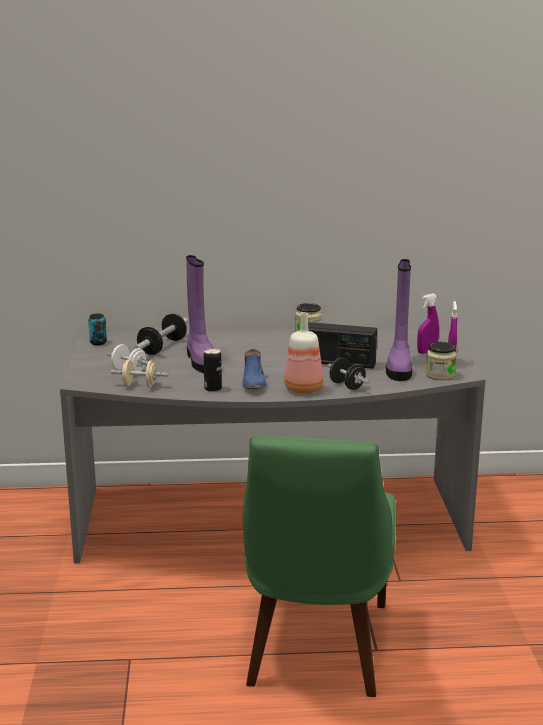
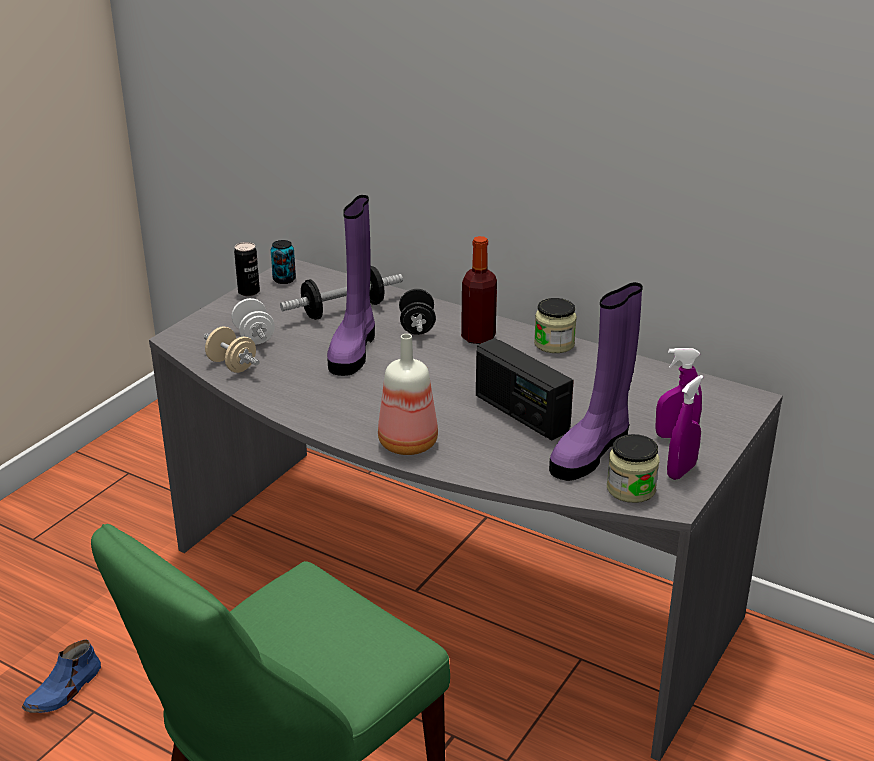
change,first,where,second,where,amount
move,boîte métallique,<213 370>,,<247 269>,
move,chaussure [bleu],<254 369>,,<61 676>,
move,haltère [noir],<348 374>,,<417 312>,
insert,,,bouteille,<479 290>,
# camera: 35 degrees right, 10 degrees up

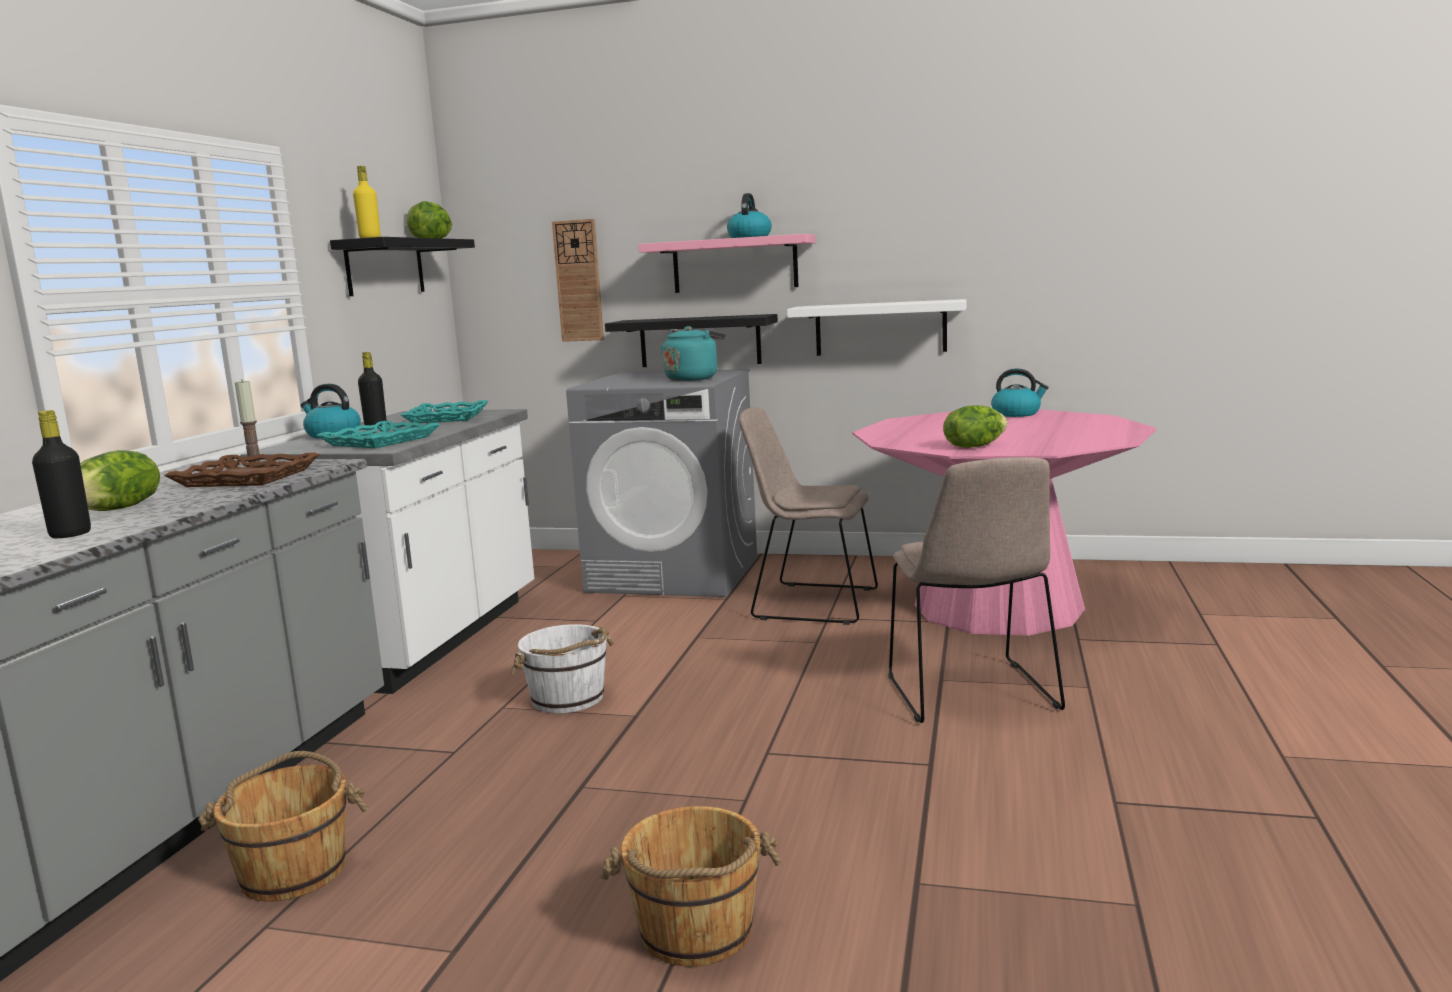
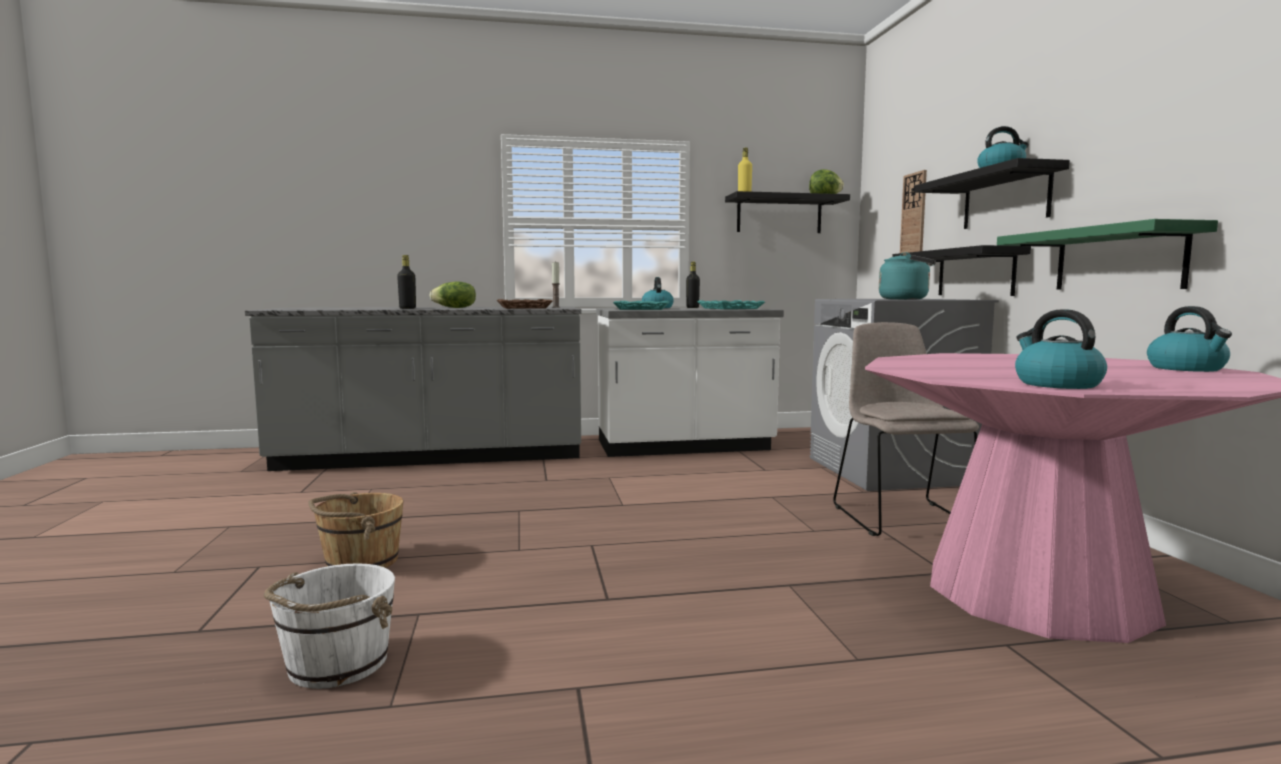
change,first,where,second,where,amount
recolor,étagère [rose],<727 263>,étagère [noir],<992 193>,
recolor,étagère [blanc],<877 327>,étagère [vert],<1107 254>,
delete,laitue,<975 426>,,,
delete,chaise [beige],<976 590>,,,
move,seau [blanc],<562 668>,,<329 626>,
delete,seau [marron],<283 826>,,,
insert,,,bouilloire,<1061 349>,
# camera: 65 degrees right, 5 degrees down

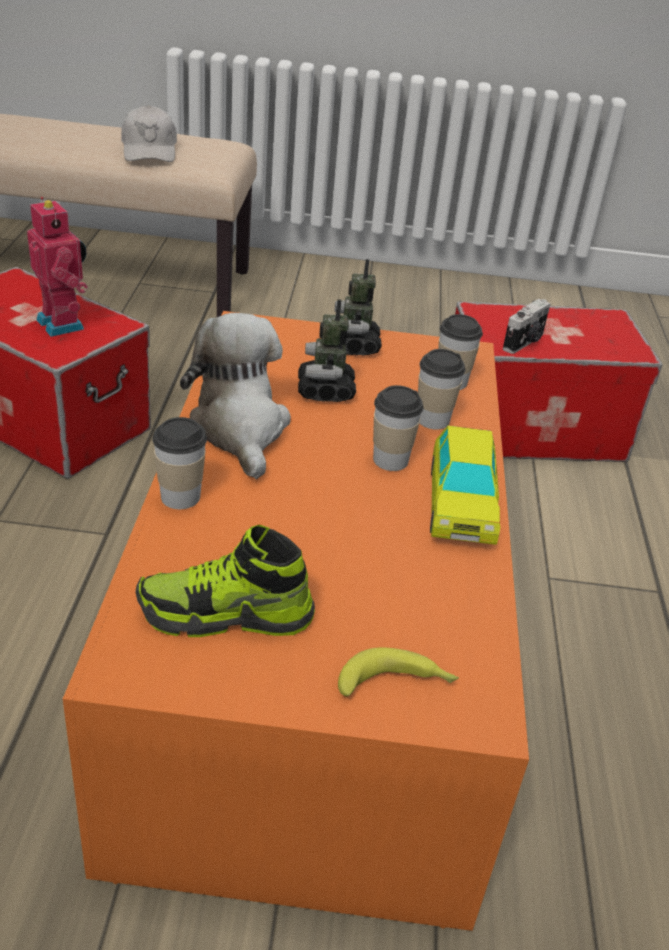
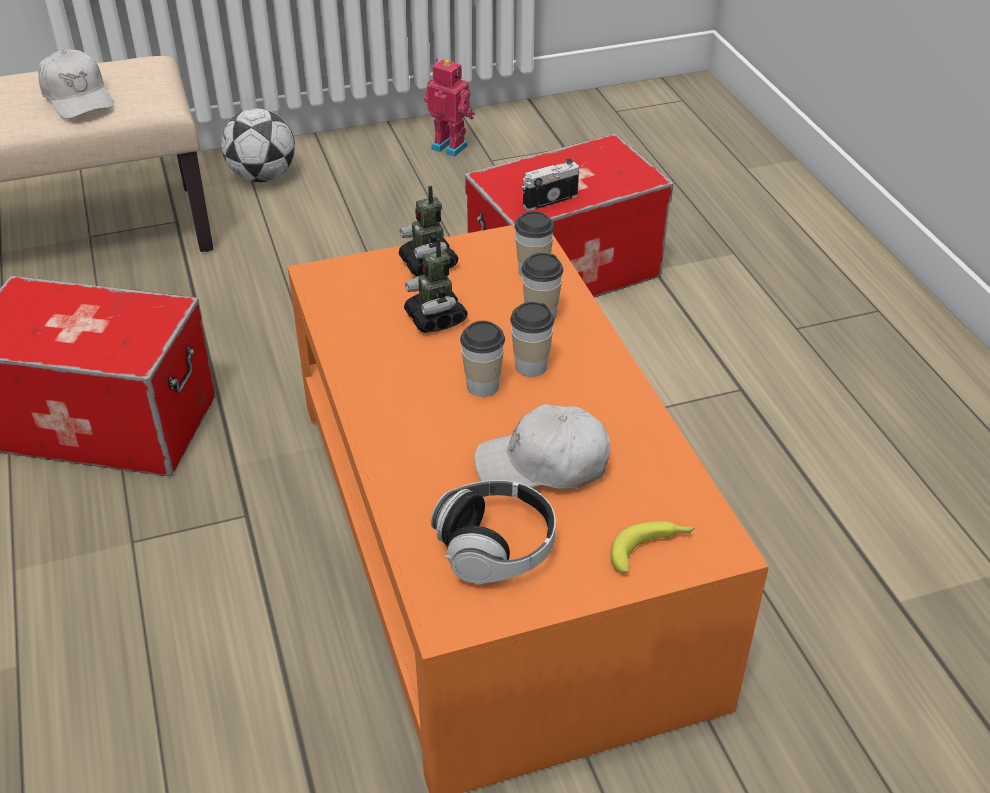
change,first,where,second,where,amount
move,robot jouet,<57 267>,,<449 108>,
rotate,appareil photo,<527 326>,,<550 184>,135 degrees counterclockwise
delete,peluche,<235 396>,,,
move,tasse,<179 463>,,<482 359>,
delete,petite voiture,<465 485>,,,
replace,chaussure,<225 581>,casque audio,<493 532>,
insert,,,ballon de foot,<258 145>,
insert,,,casquette [blanc],<542 446>,
# camera: 20 degrees left, 5 degrees up

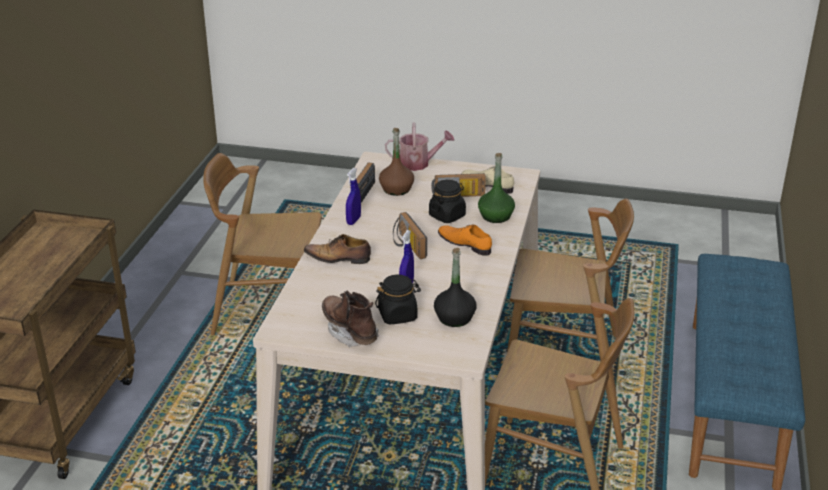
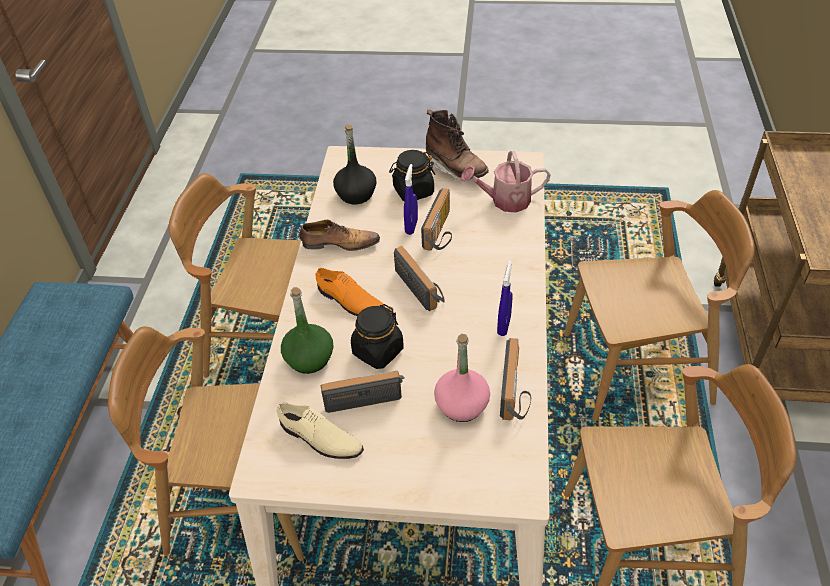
change,first,where,second,where,amount
move,arrosoir,<420 146>,,<506 181>,
recolor,bouteille [marron],<396 162>,bouteille [rose],<462 378>,
move,chaussure,<337 249>,,<339 235>,
insert,,,radio,<436 219>,
insert,,,chaise [marron],<659 305>,
# camera: 175 degrees right, 15 degrees up

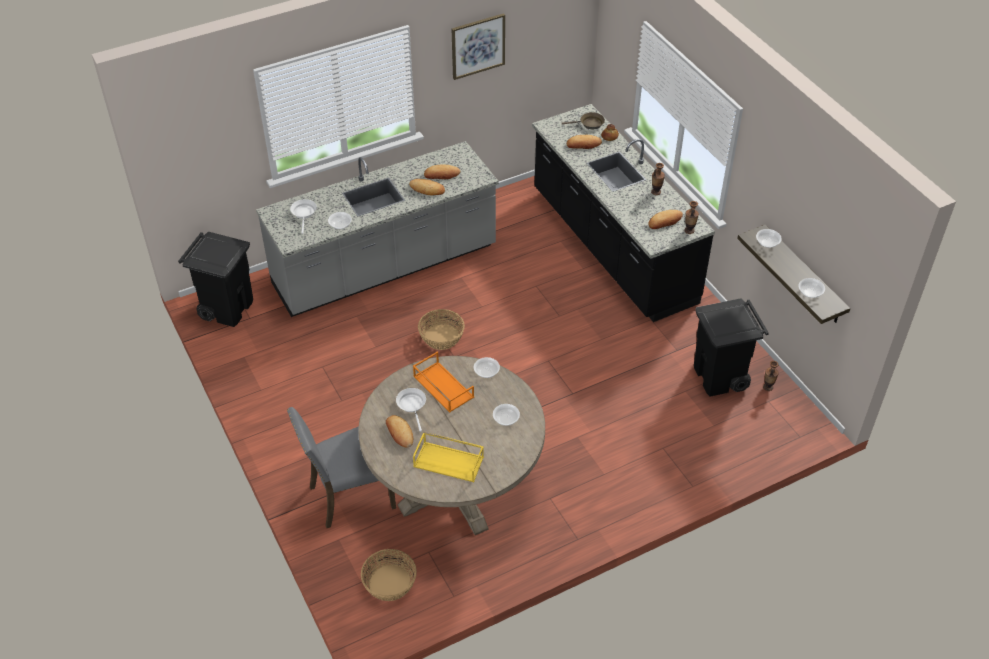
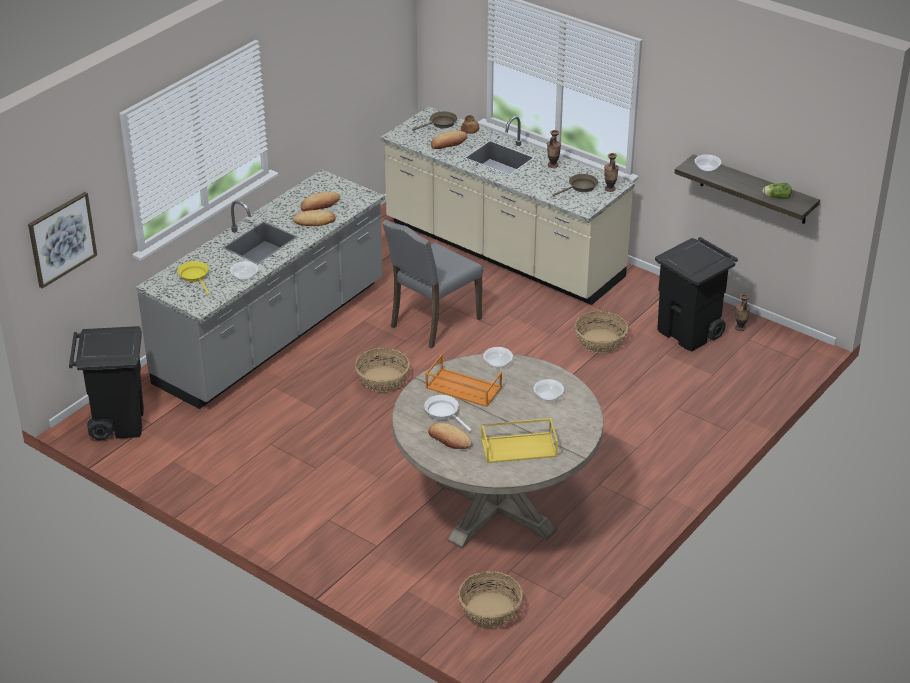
change,first,where,second,where,amount
move,tableau,<478 46>,,<62 240>,
recolor,comptoir de cuisine [noir],<623 213>,comptoir de cuisine [beige],<507 206>,
recolor,poêle [blanc],<303 216>,poêle [jaune],<193 278>,
replace,pain,<665 219>,poêle [marron],<575 185>,
replace,bol,<811 288>,laitue,<776 191>,
move,chaise [gris],<341 467>,,<432 284>,
insert,,,panier,<601 332>,
# camera: 25 degrees left, 10 degrees down

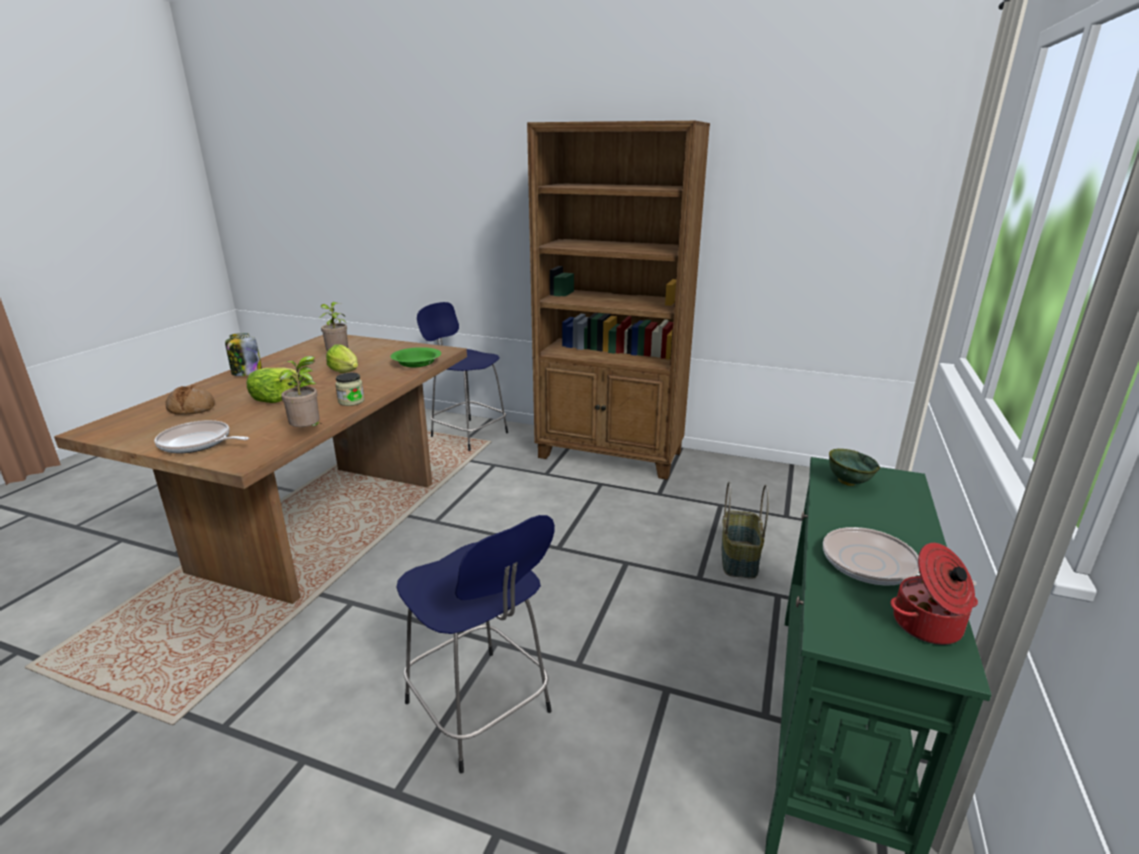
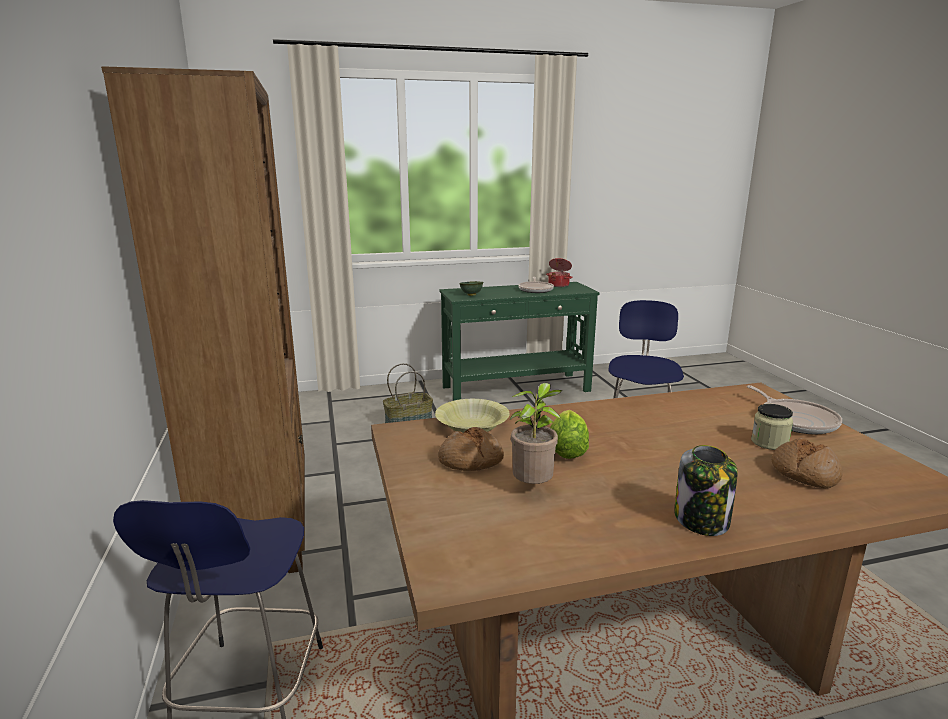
change,first,where,second,where,amount
recolor,bol [vert],<415 357>,bol [jaune],<472 416>,
delete,plante en pot,<301 391>,,,
delete,laitue,<273 385>,,,
move,bocal,<350 389>,,<772 427>,
insert,,,pain,<471 449>,
# camera: 125 degrees left, 5 degrees down

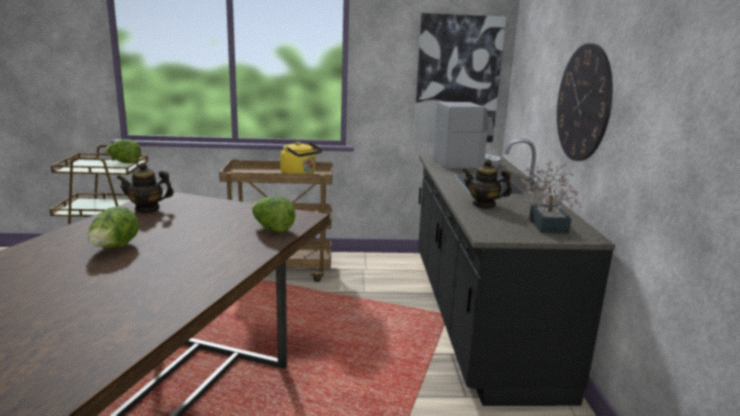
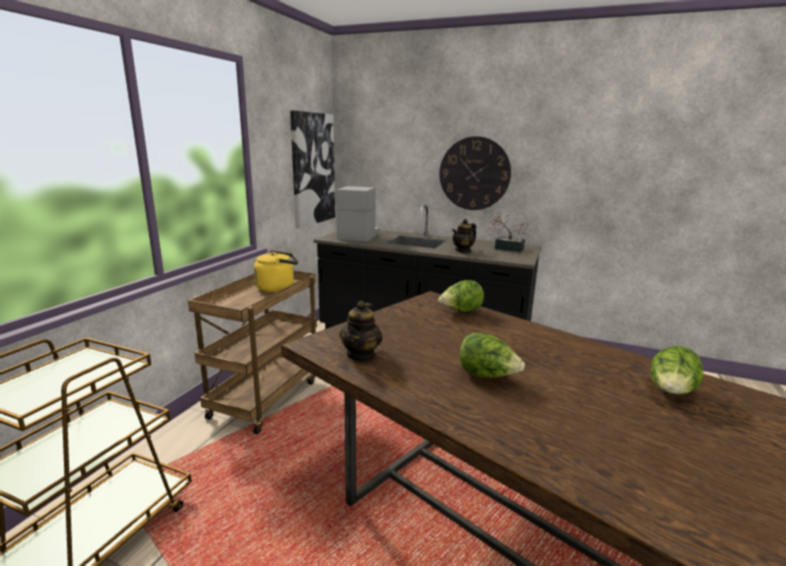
change,first,where,second,where,amount
move,laitue,<122 151>,,<676 370>,
# camera: 65 degrees left, 0 degrees up

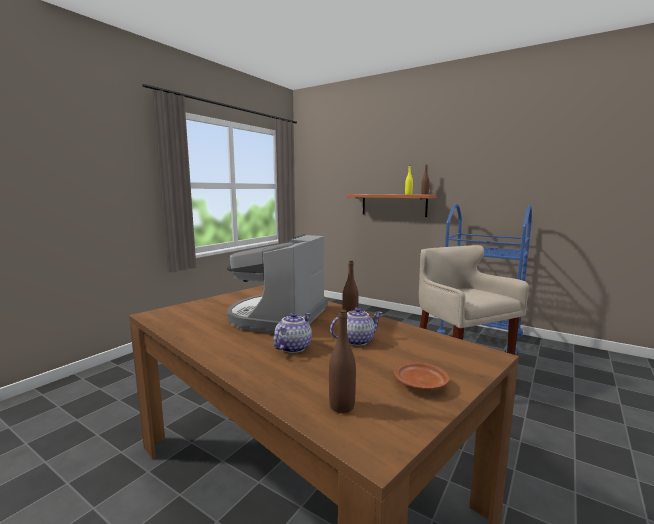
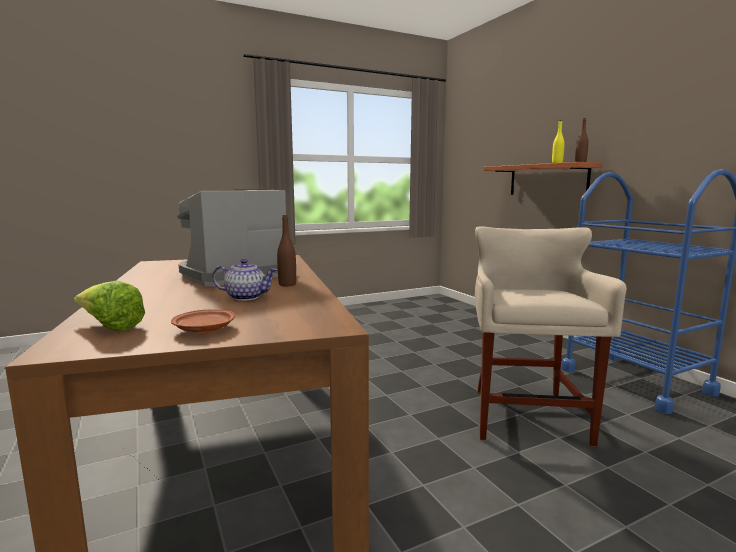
change,first,where,second,where,amount
replace,bouteille [marron],<342 361>,laitue,<109 305>,
delete,théière,<292 333>,,,
# camera: 30 degrees right, 0 degrees up

